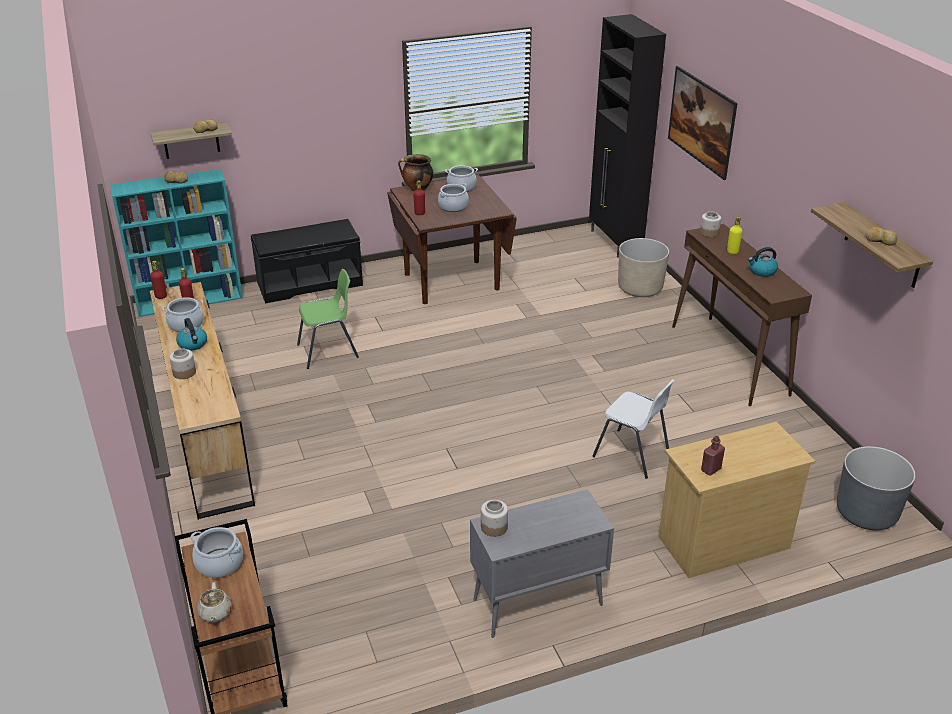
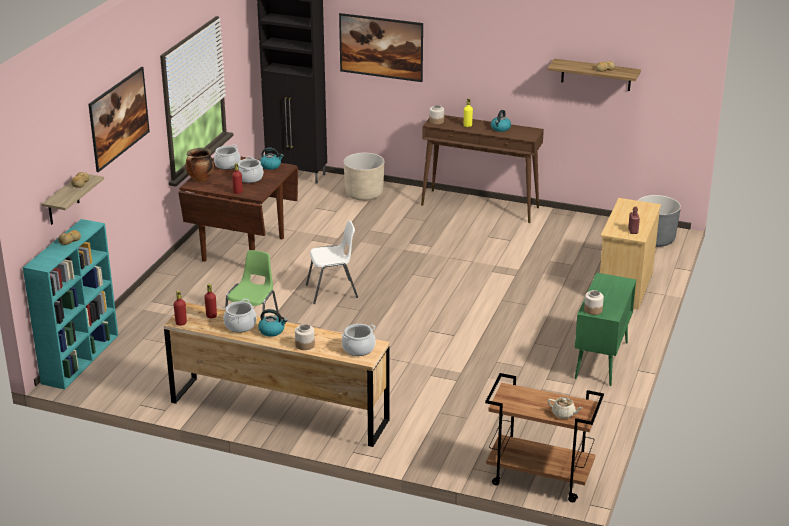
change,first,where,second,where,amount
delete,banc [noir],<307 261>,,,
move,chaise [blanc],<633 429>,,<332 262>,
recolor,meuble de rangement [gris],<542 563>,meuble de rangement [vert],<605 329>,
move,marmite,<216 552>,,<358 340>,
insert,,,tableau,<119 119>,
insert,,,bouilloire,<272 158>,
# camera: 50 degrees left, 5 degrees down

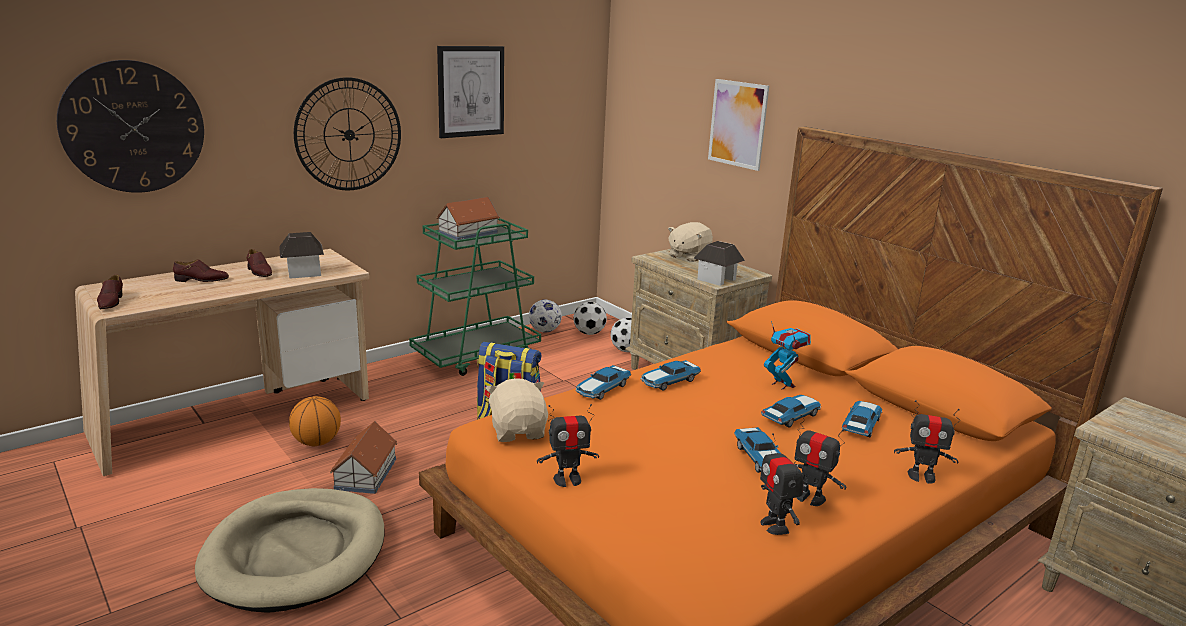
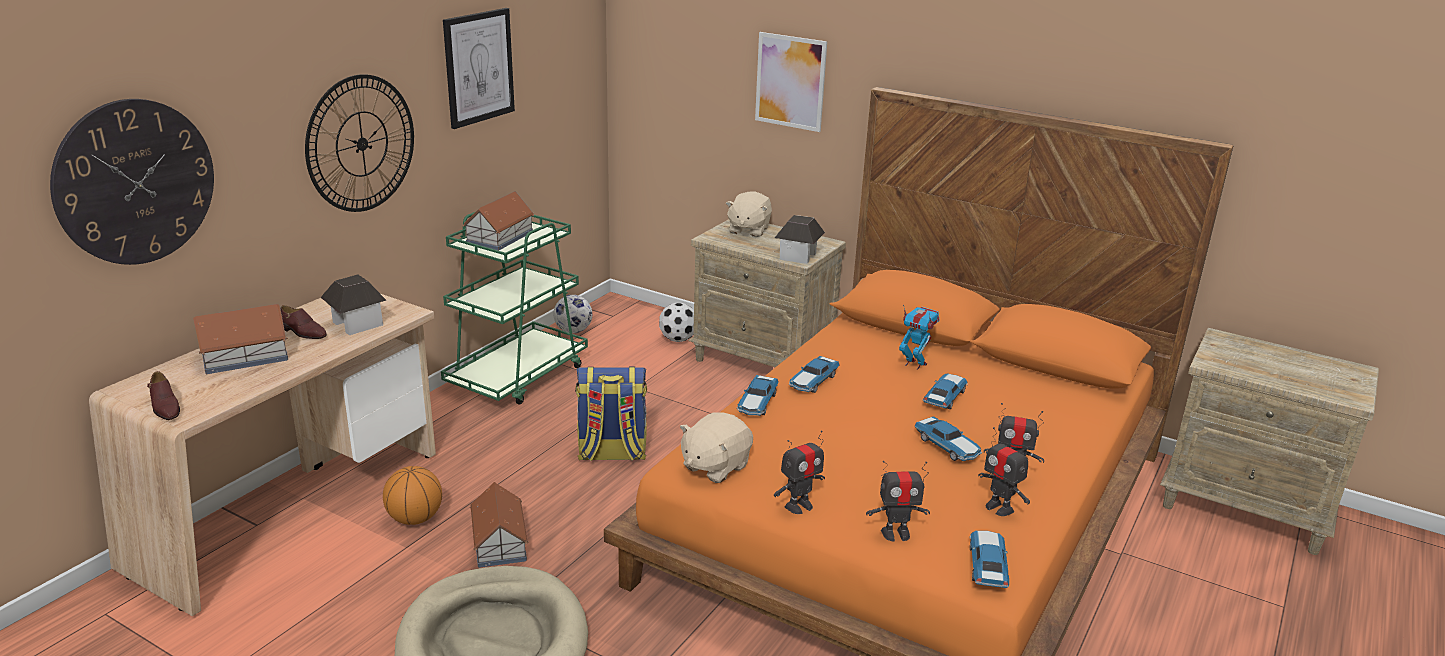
change,first,where,second,where,amount
replace,chaussure [marron],<201 270>,maison miniature,<240 339>,
delete,ballon de foot,<590 318>,,,
rotate,peluche [beige],<517 410>,,<716 447>,105 degrees counterclockwise
move,robot jouet,<927 442>,,<898 501>,
move,petite voiture,<862 419>,,<989 559>,
# camera: 20 degrees left, 5 degrees up

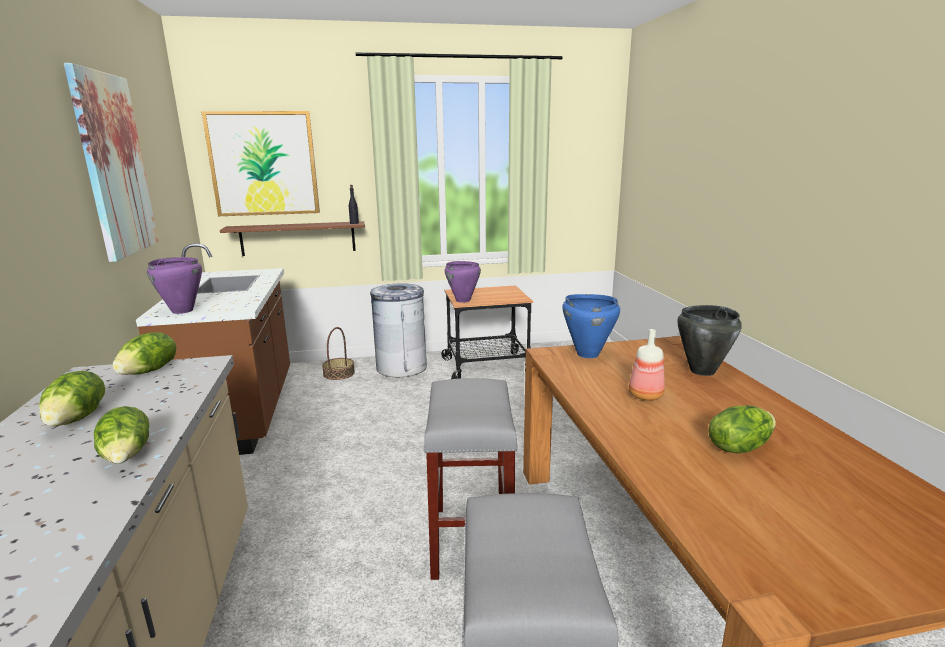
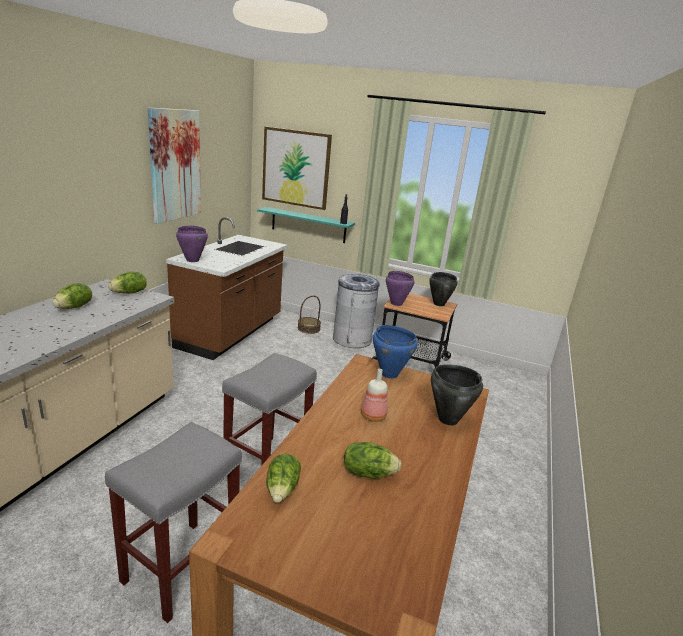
change,first,where,second,where,amount
recolor,étagère [marron],<292 238>,étagère [turquoise],<306 225>,
move,laitue,<122 435>,,<283 478>,
insert,,,marmite [noir],<443 289>,
# camera: 30 degrees right, 5 degrees up

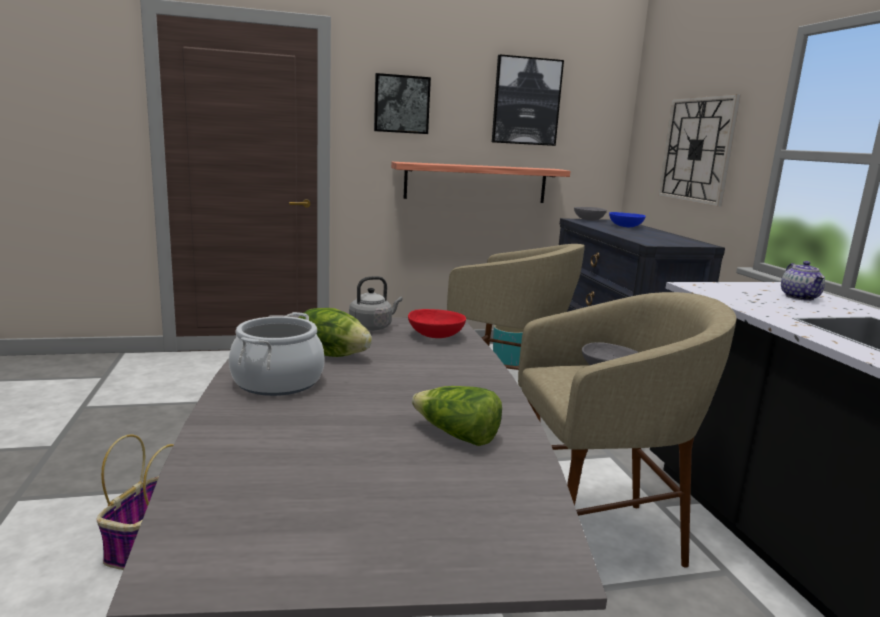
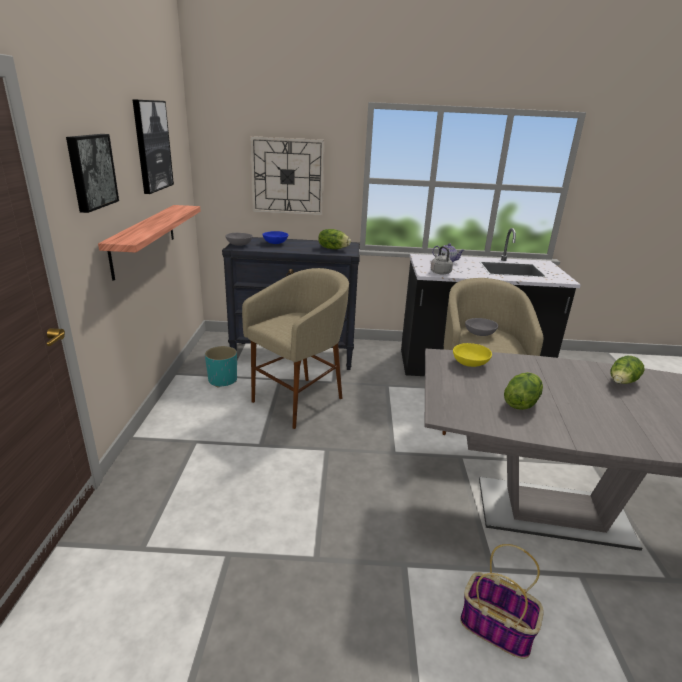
change,first,where,second,where,amount
move,bouilloire [gris],<375 303>,,<442 260>,
recolor,bol [rouge],<437 323>,bol [jaune],<472 355>,
delete,marmite,<277 354>,,,
insert,,,laitue,<334 239>,
# camera: 75 degrees left, 10 degrees up

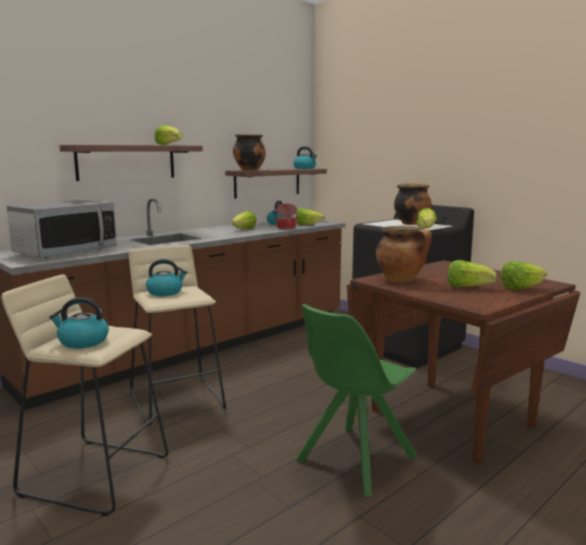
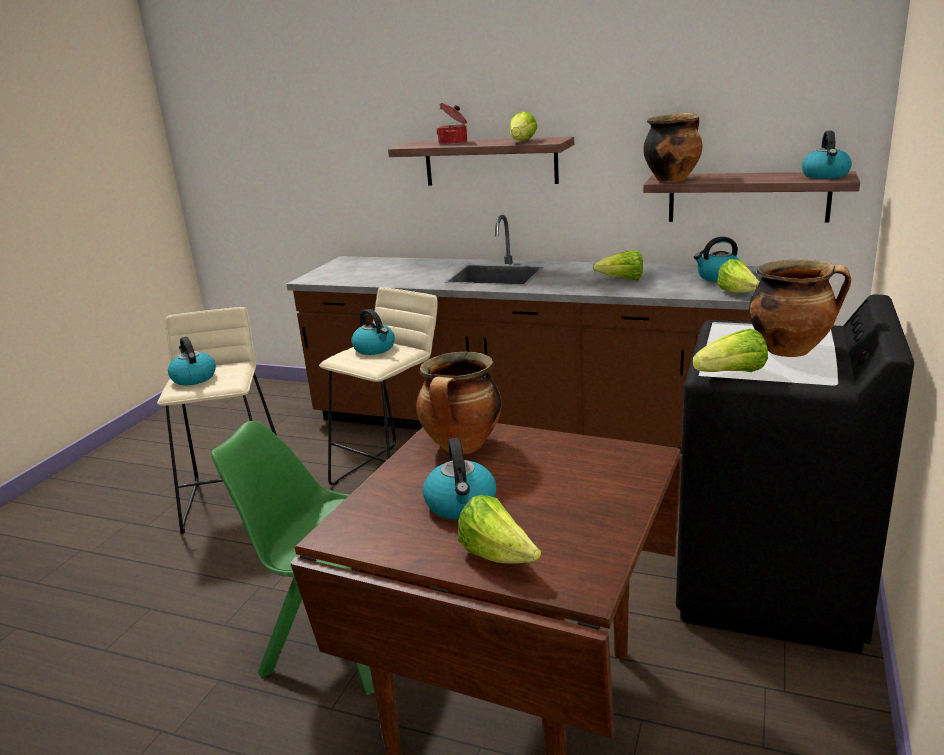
change,first,where,second,where,amount
delete,micro-ondes,<62 229>,,,
move,marmite,<286 216>,,<451 124>,
replace,laitue,<472 273>,bouilloire,<459 479>,
# camera: 65 degrees right, 10 degrees up

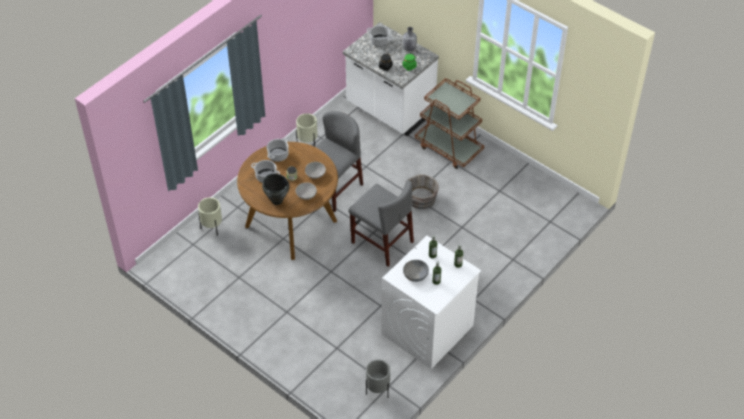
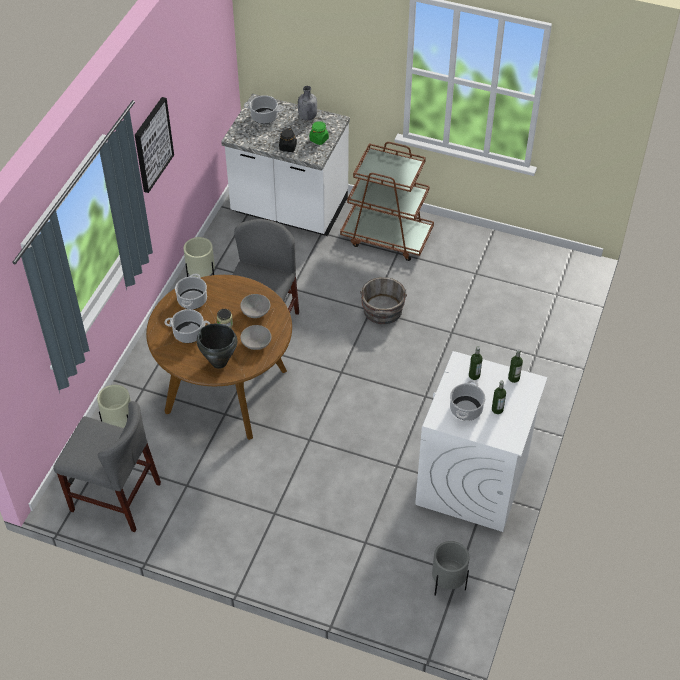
change,first,where,second,where,amount
move,chaise [gris],<381 223>,,<107 466>,
replace,bol [gris],<416 271>,marmite,<467 400>,
insert,,,tableau,<154 145>,
# camera: 20 degrees left, 0 degrees up

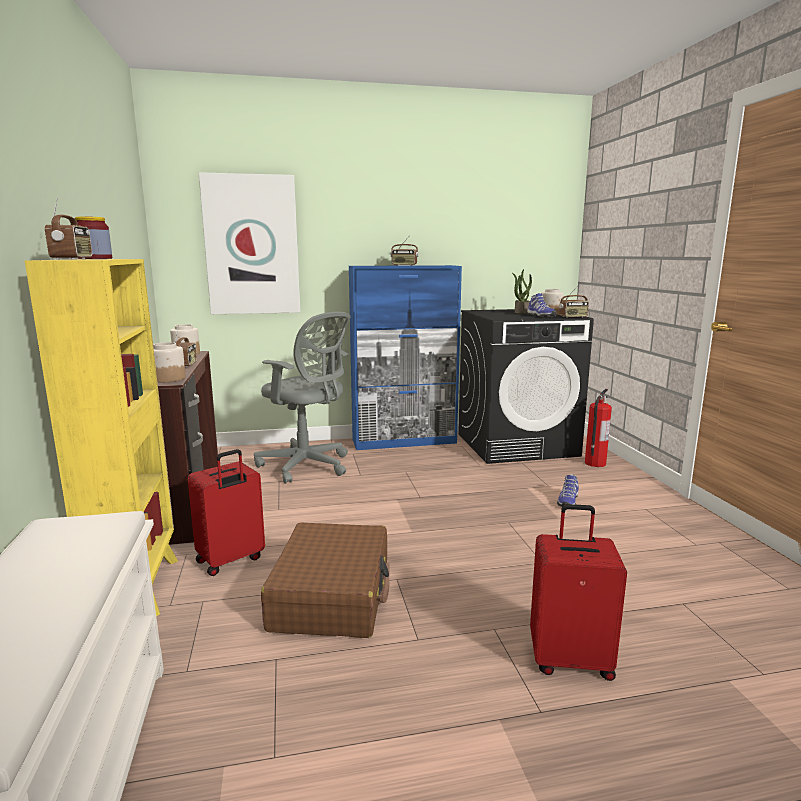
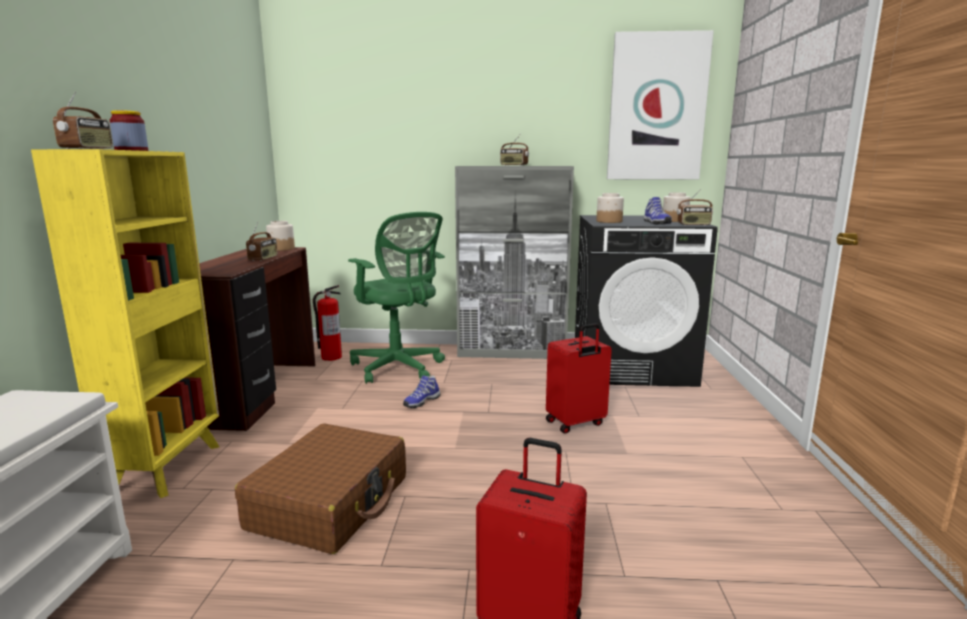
change,first,where,second,where,amount
move,tableau,<249 243>,,<660 105>,
recolor,meuble de rangement [bleu],<405 357>,meuble de rangement [gris],<514 262>,
delete,plante en pot,<522 291>,,,
recolor,chaise de bureau [gris],<302 398>,chaise de bureau [vert],<396 298>,
move,bocal,<169 362>,,<610 208>,
move,extincteur,<598 428>,,<327 323>,
move,valise [rouge],<226 512>,,<579 378>,
move,chaussure,<568 490>,,<422 391>,
# camera: 15 degrees right, 0 degrees up

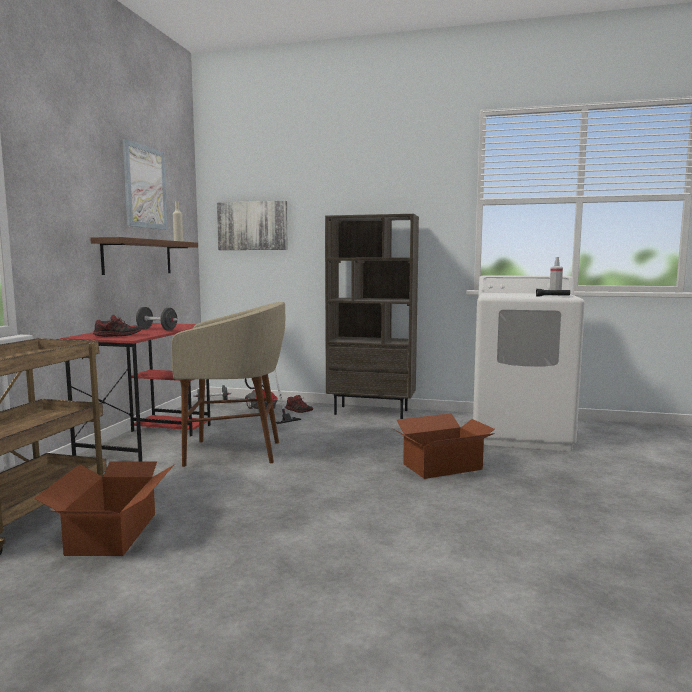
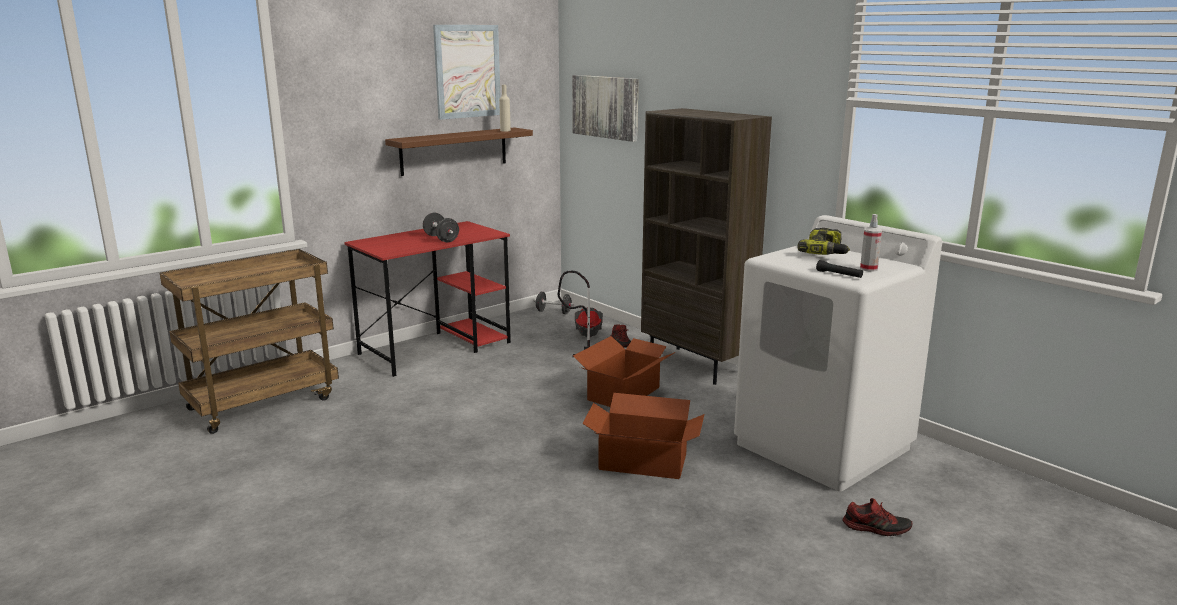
change,first,where,second,where,amount
delete,tabouret [beige],<228 384>,,,
move,chaussure,<118 326>,,<878 517>,
move,carton,<104 509>,,<624 371>,
insert,,,perceuse,<823 241>,
# camera: 35 degrees right, 10 degrees up

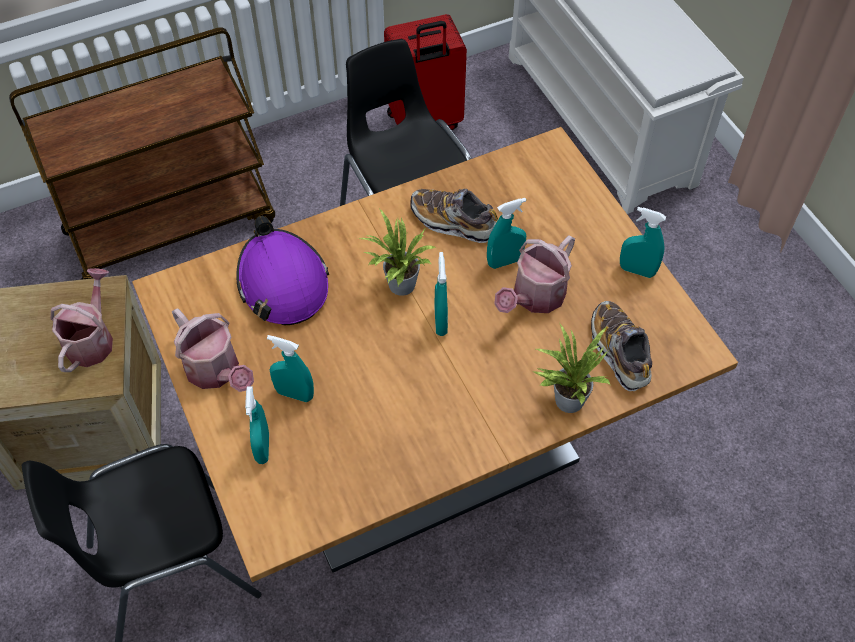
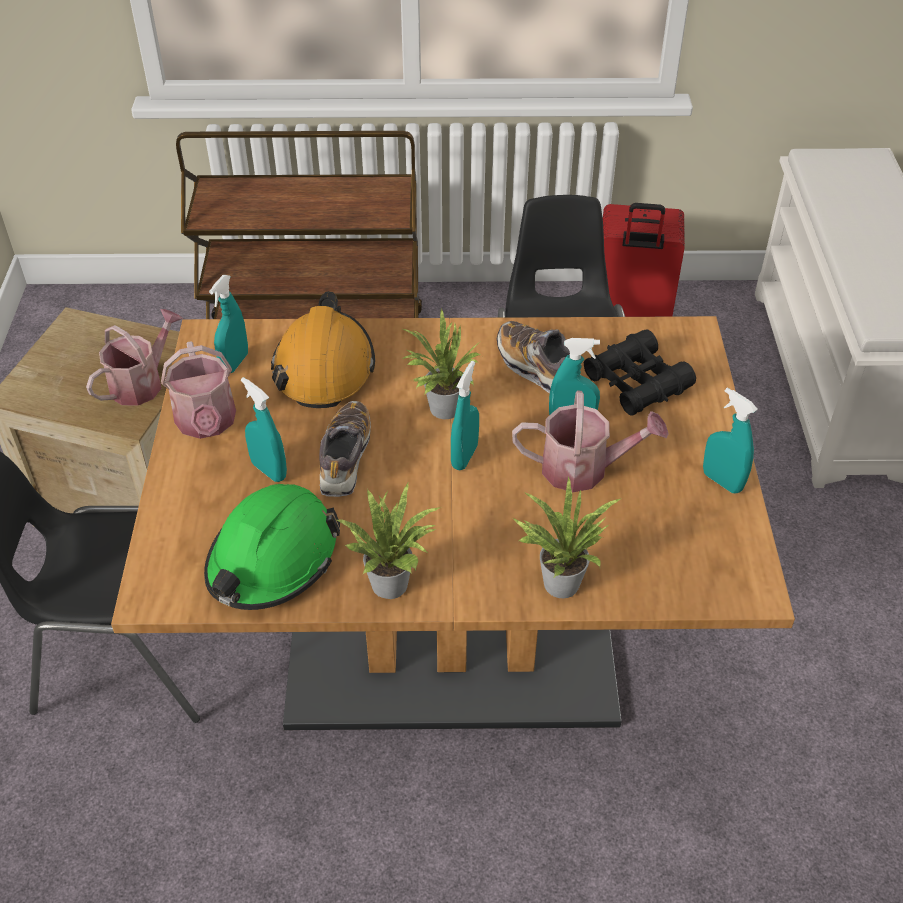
change,first,where,second,where,amount
recolor,casque de chantier [violet],<282 270>,casque de chantier [orange],<323 349>,
rotate,arrosoir,<534 274>,,<590 441>,150 degrees counterclockwise
move,chaussure,<621 346>,,<345 449>,
move,vaporisateur [turquoise],<257 425>,,<228 324>,
insert,,,jumelles [noir],<640 373>,
insert,,,plante en pot,<387 541>,
insert,,,casque de chantier [vert],<272 547>,
# camera: 25 degrees right, 10 degrees down

